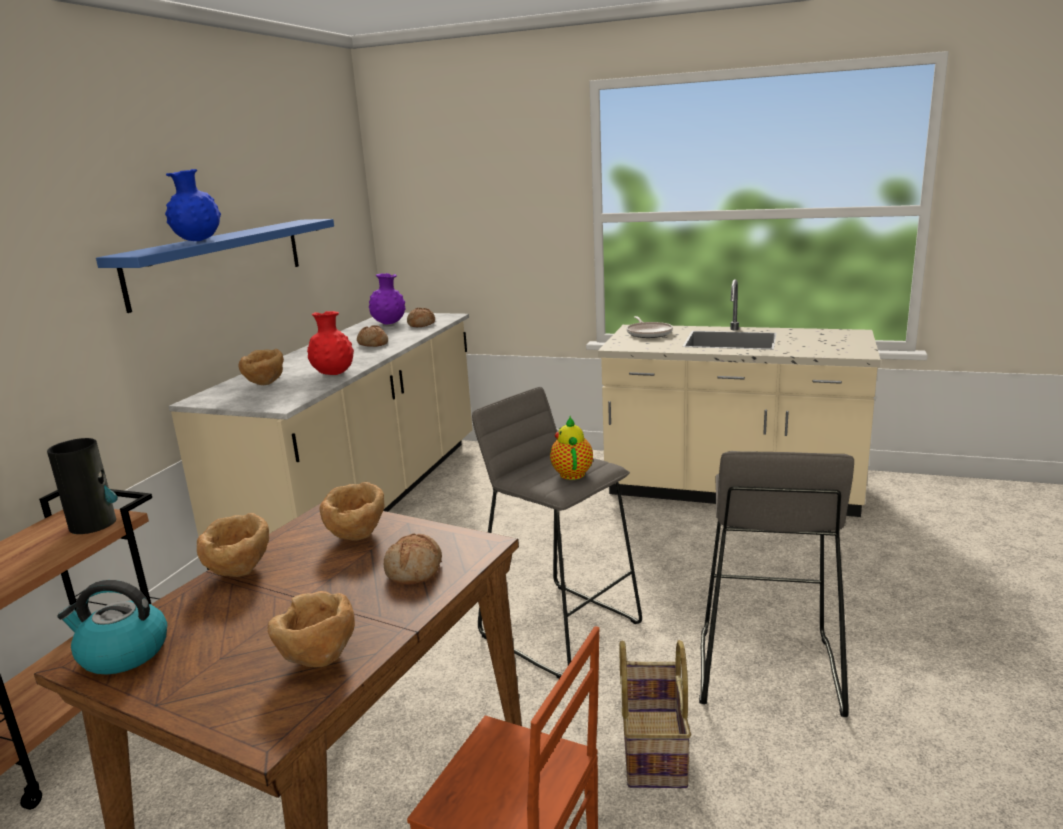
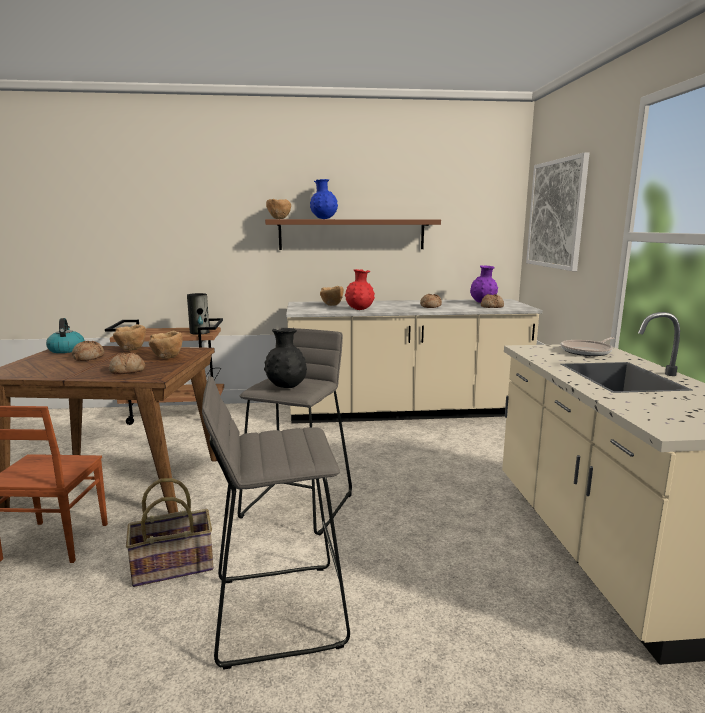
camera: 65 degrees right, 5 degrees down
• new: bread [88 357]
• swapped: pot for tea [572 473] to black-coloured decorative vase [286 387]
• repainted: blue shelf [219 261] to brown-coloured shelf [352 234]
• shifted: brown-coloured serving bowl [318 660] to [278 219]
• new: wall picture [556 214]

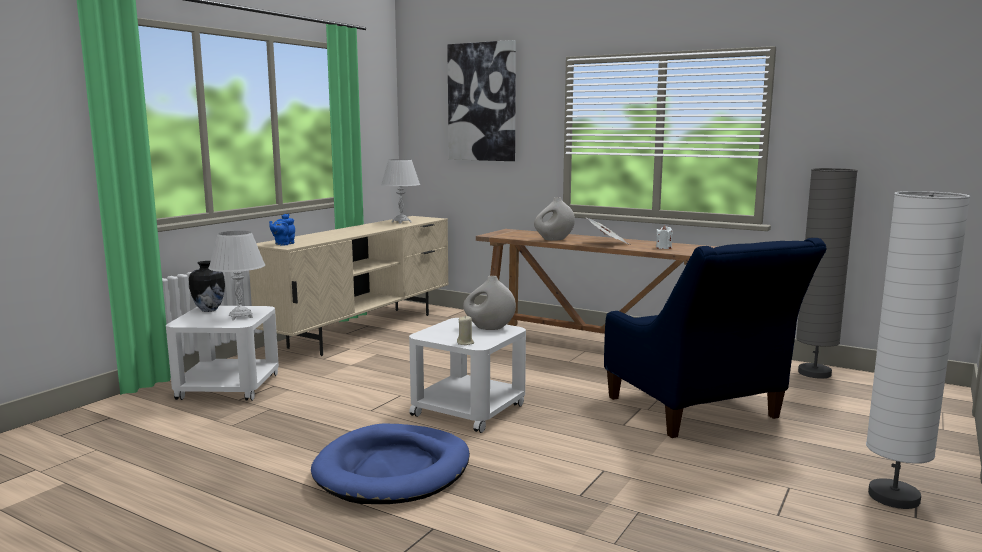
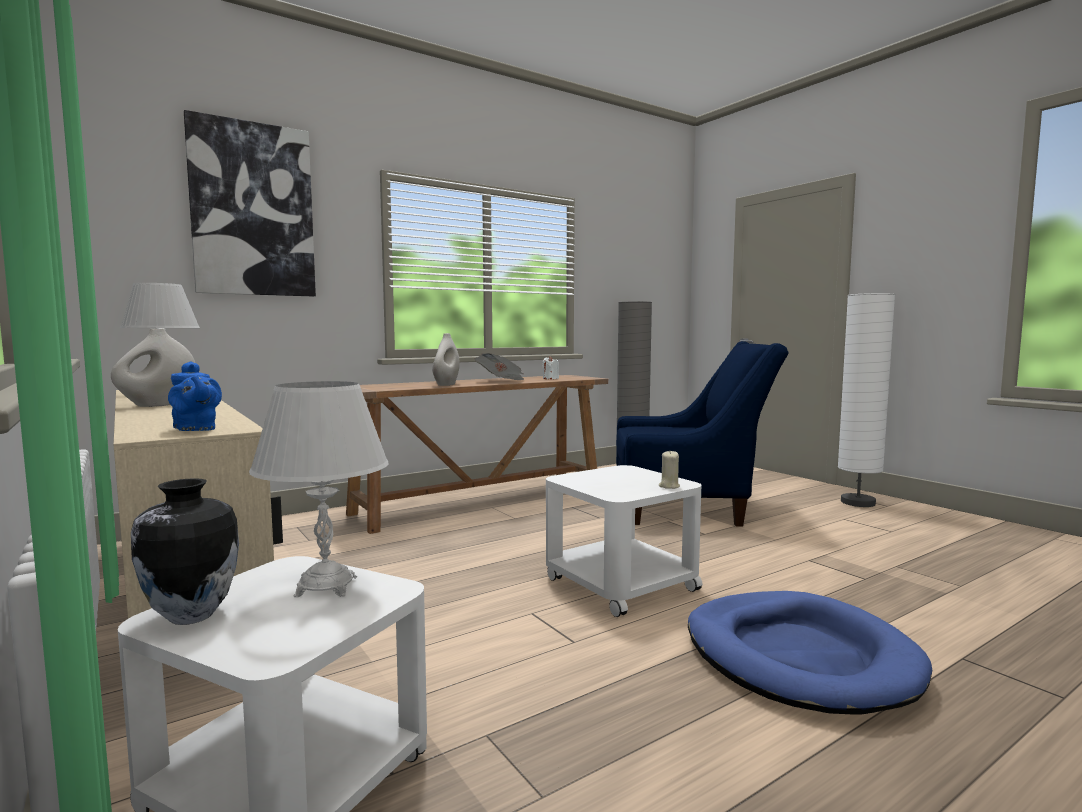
camera: 65 degrees left, 5 degrees down
• shifted: white-coloured decorative vase [489 328] to [157 405]

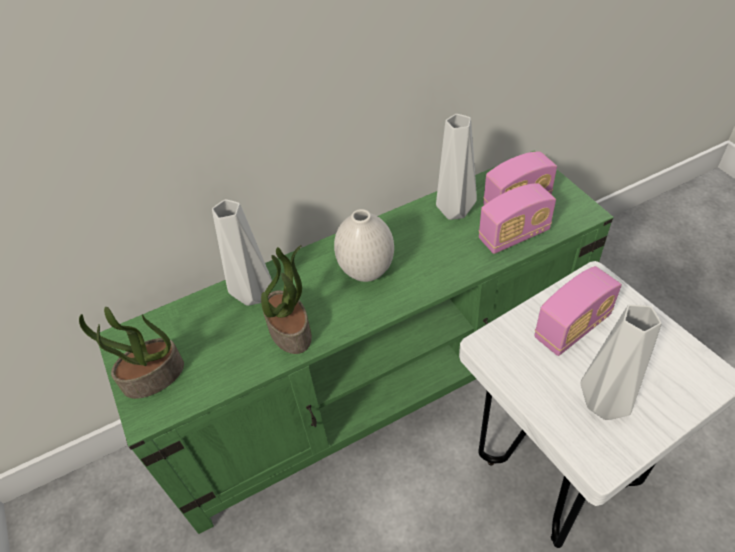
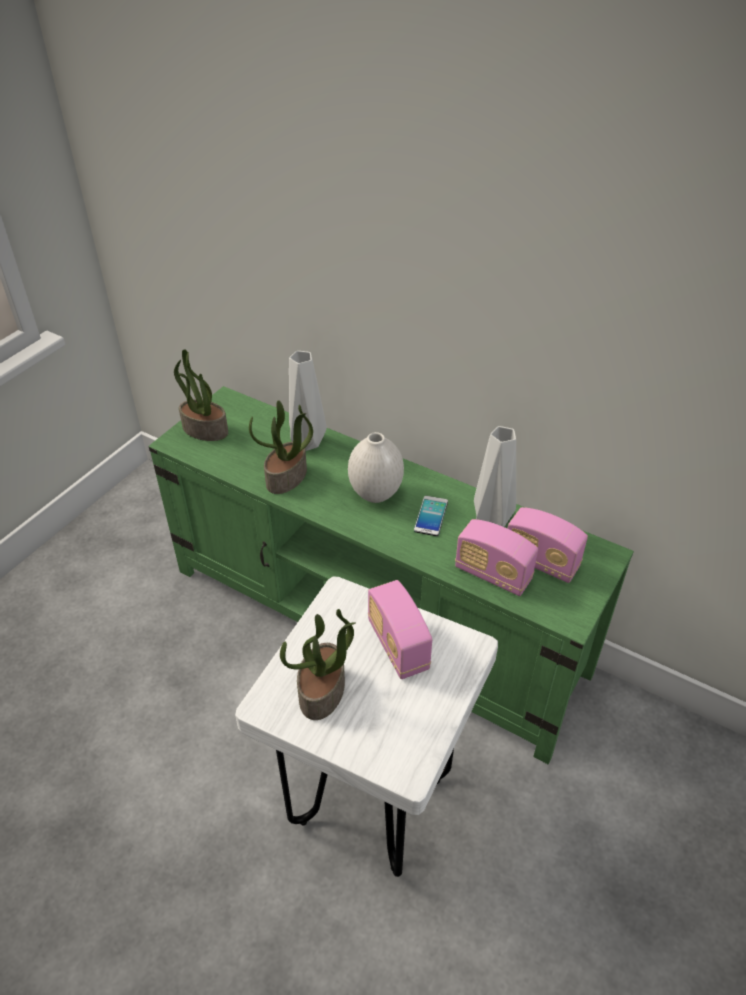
camera: 55 degrees right, 5 degrees down
• swapped: greyish decorative vase [602 406] to potted plant [323 691]
• rotated: radio set [572 327] = [398 645] 45 degrees clockwise
• new: handset [431 516]

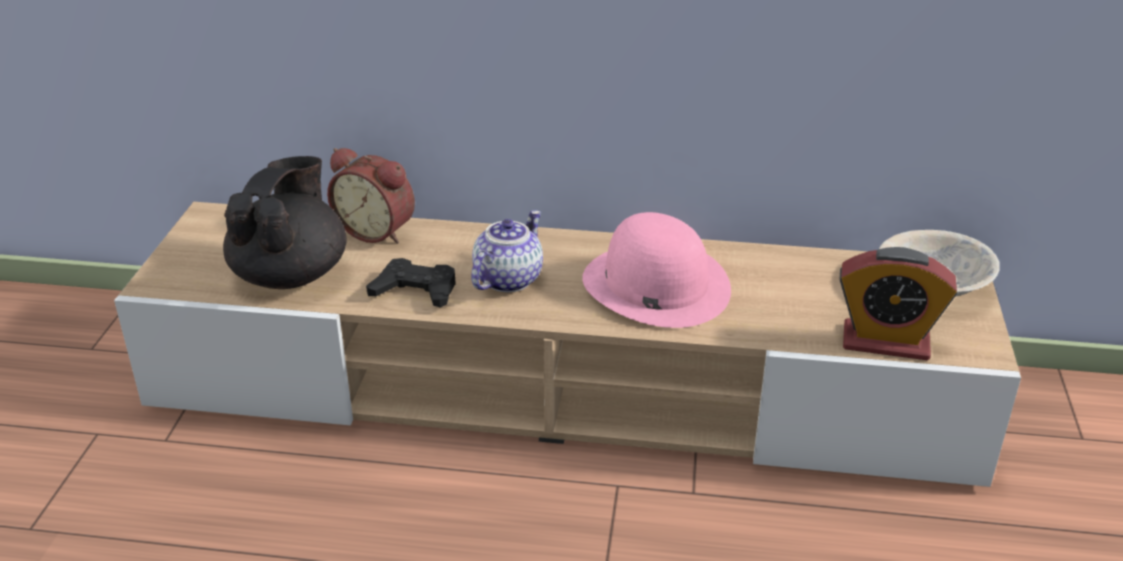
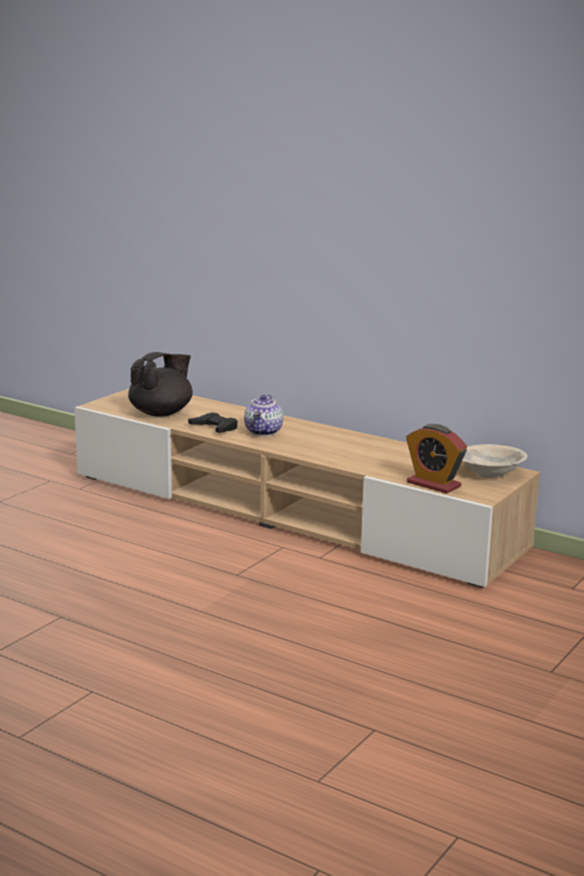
camera: 25 degrees right, 15 degrees down
• rotated: pot for tea [507 279] = [264 432] 135 degrees clockwise
• gone: bedside clock [377 230]
• gone: pinkish hat [655 284]

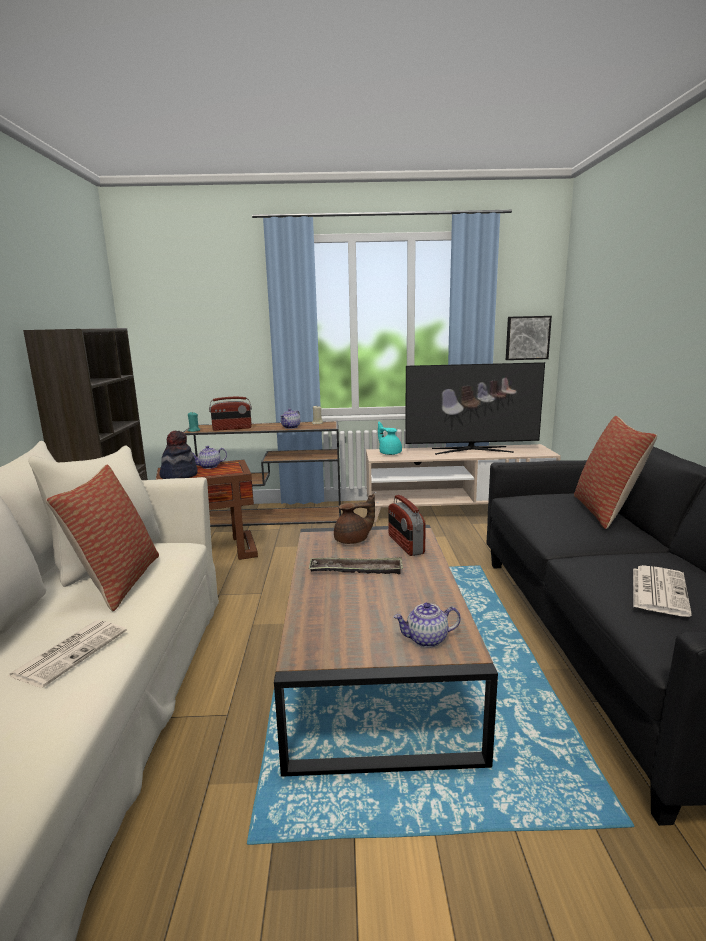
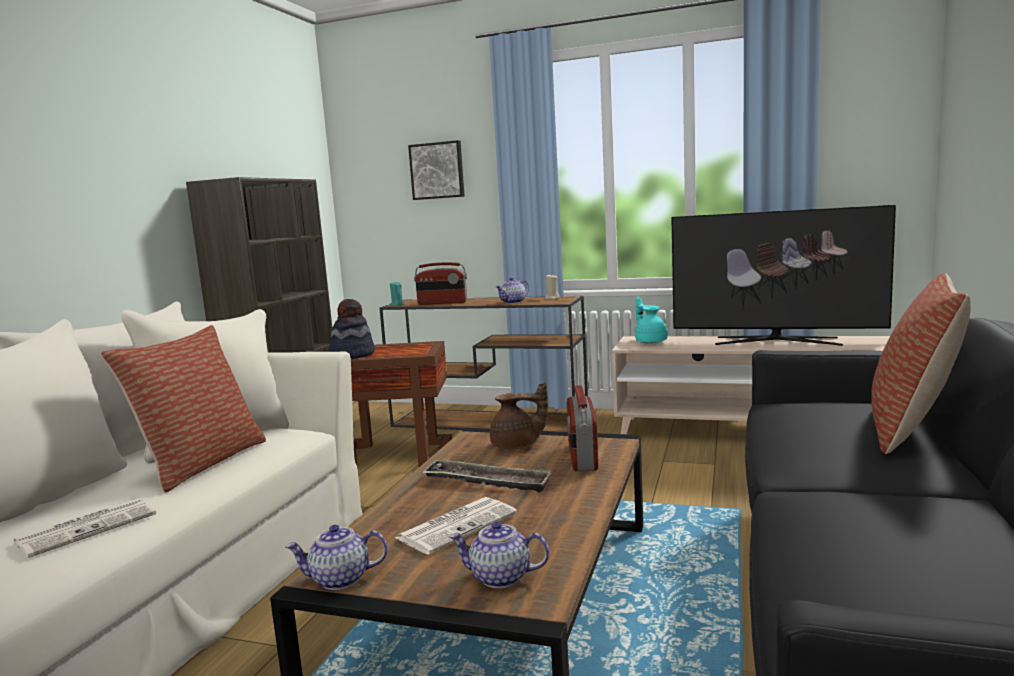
camera: 20 degrees right, 5 degrees down
• shifted: pot for tea [209 466] to [339 580]
• shifted: printed paper [658 590] to [457 525]
• shifted: wall picture [527 338] to [437 170]

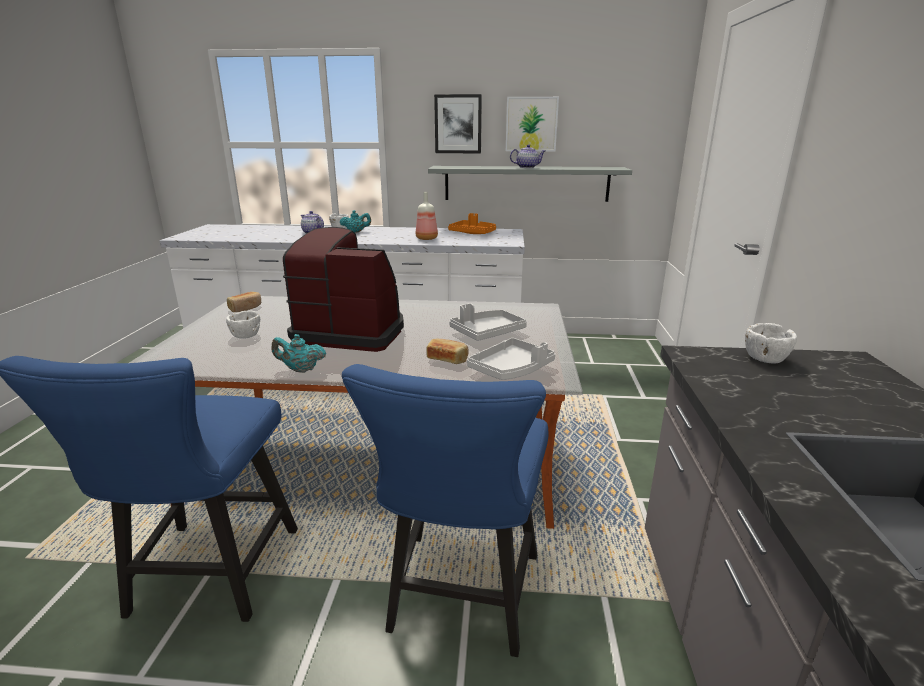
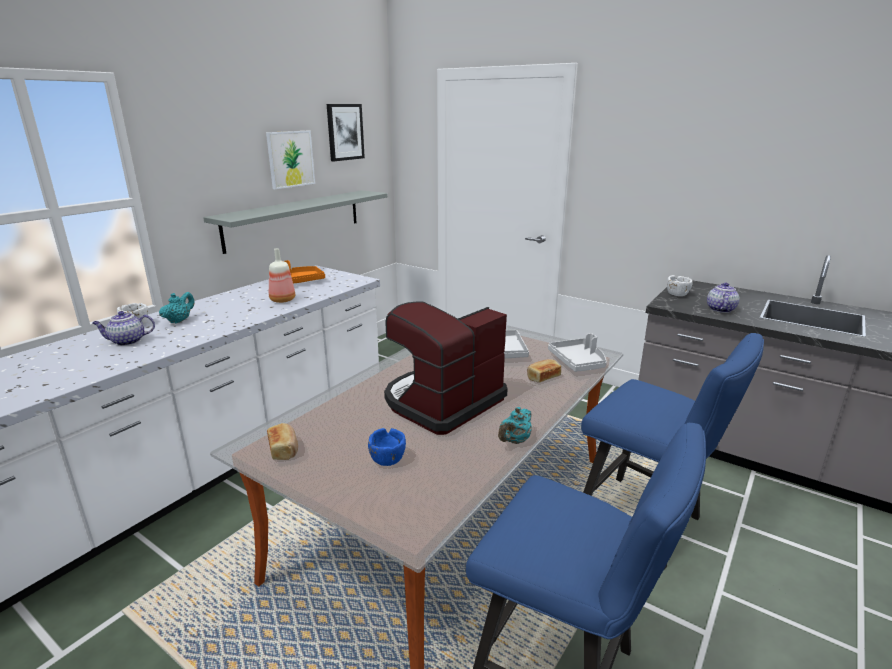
camera: 60 degrees left, 0 degrees up
• shifted: wall picture [458 124] to [345 132]
• repainted: white-coloured serving bowl [245 335] to blue serving bowl [387 460]
• shifted: pot for tea [527 167] to [720 309]

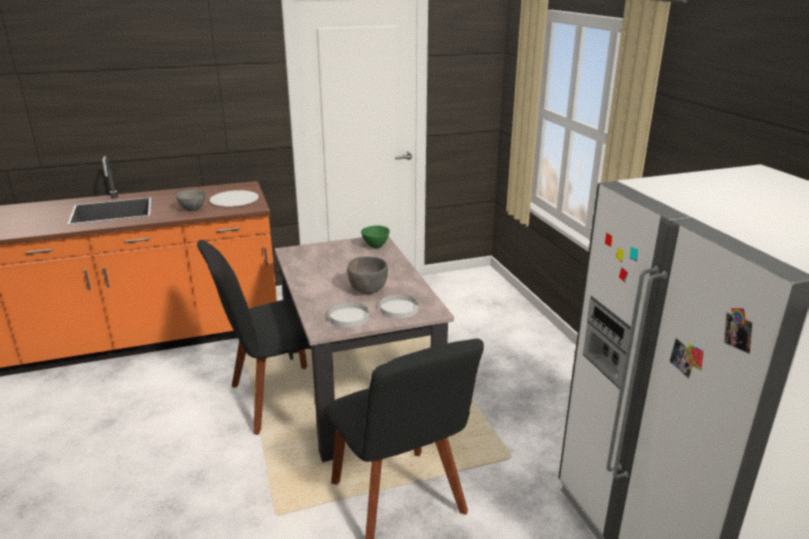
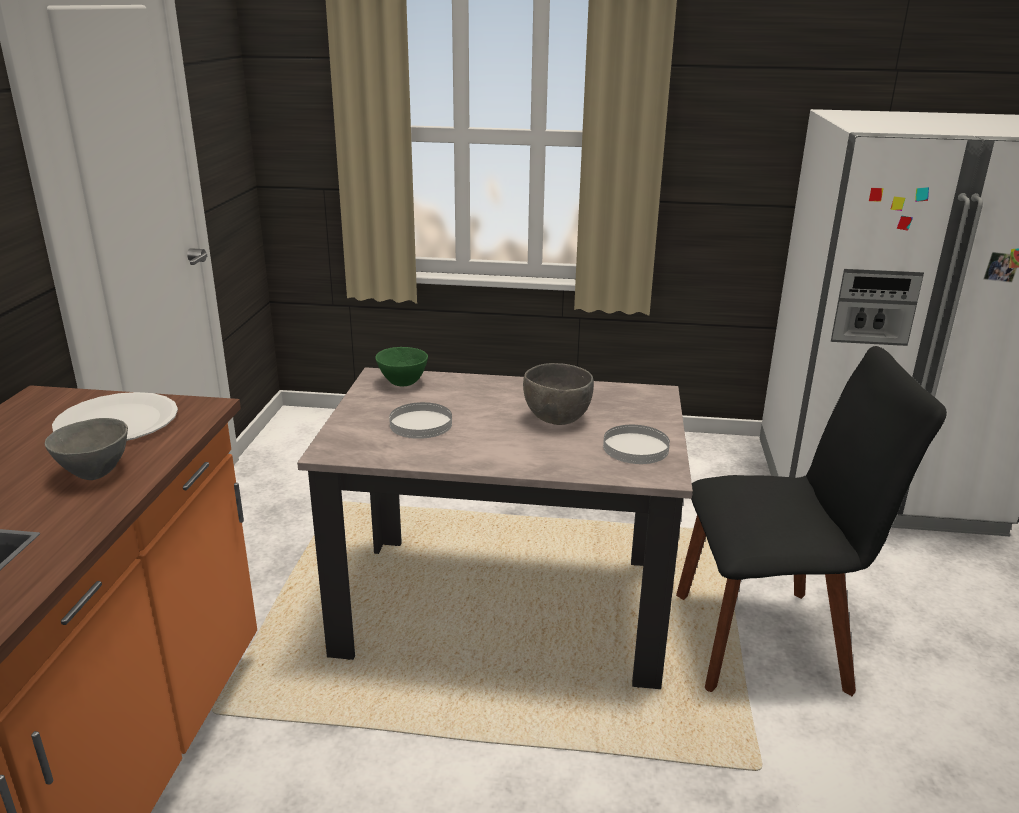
camera: 65 degrees left, 0 degrees up
• shifted: white-coloured flat dish [398 309] to [421 424]
• gone: black-coloured plain chair [276 399]

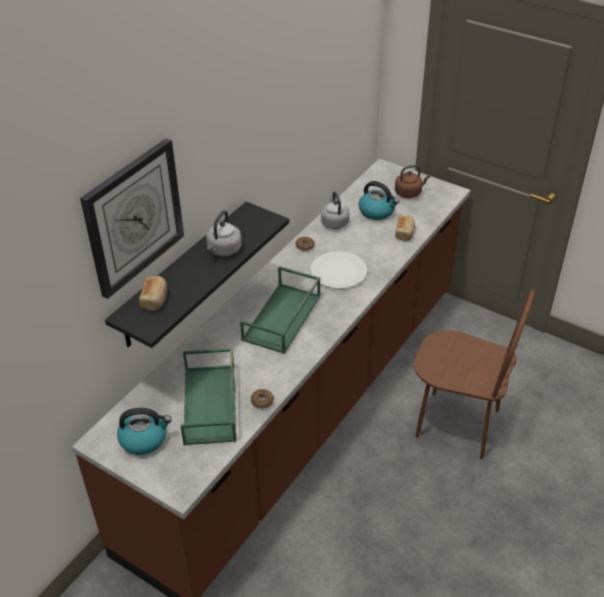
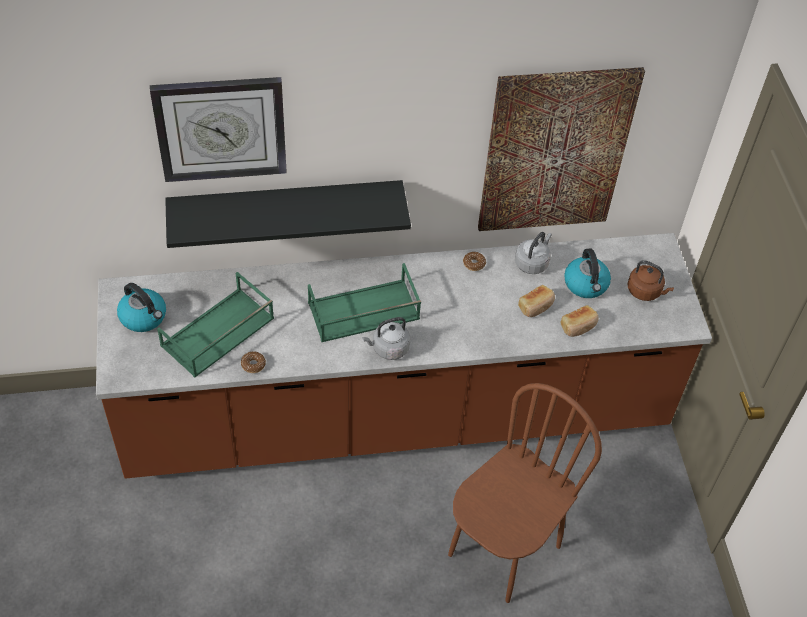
camera: 45 degrees right, 10 degrees up
• shifted: greyish tea kettle [223 250] to [388 348]
• rotated: brown-coloured plain chair [457 424] = [503 550] 120 degrees counterclockwise
• new: wall picture [555 151]
• shifted: bread [155 299] to [536 306]
• gone: white-coloured flat dish [338 272]

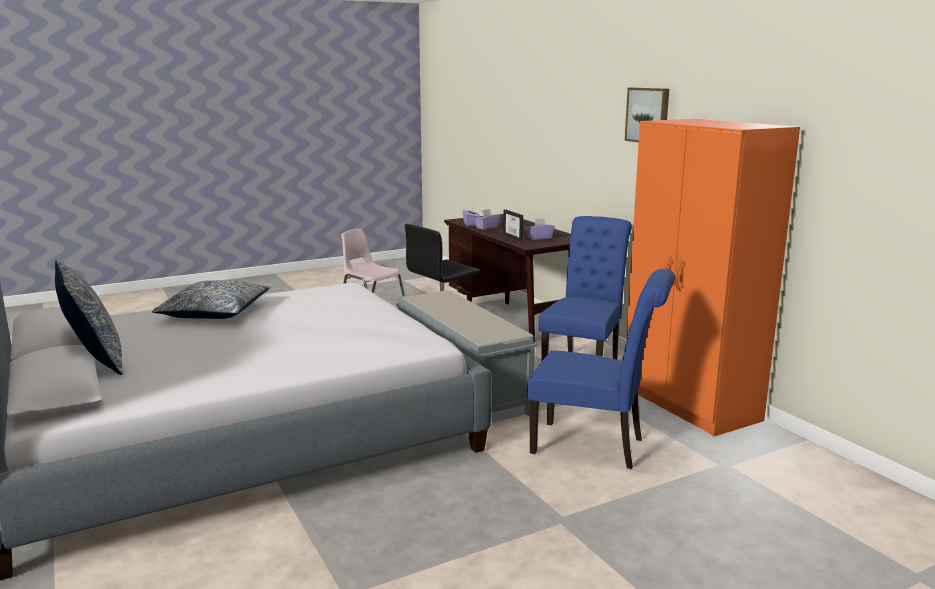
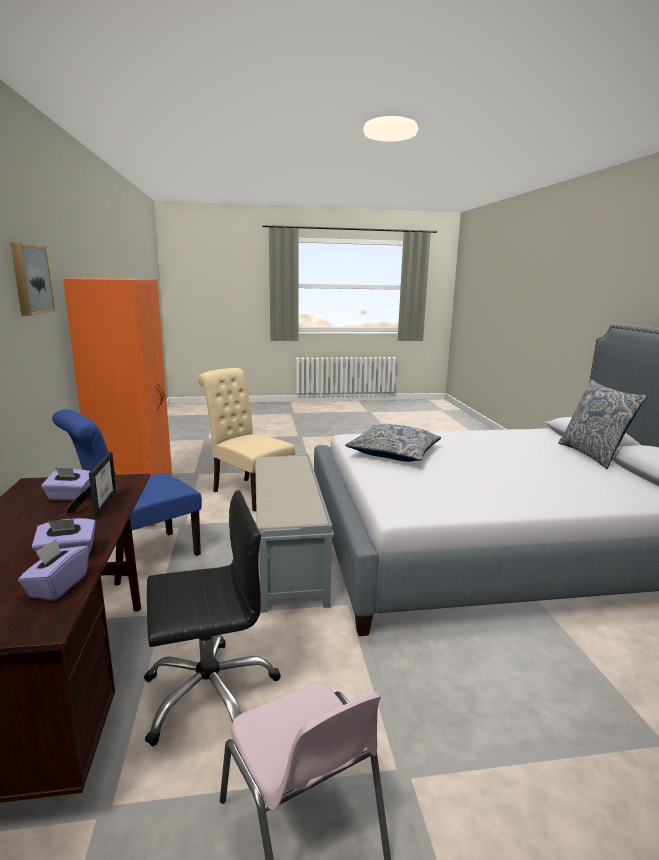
camera: 160 degrees left, 0 degrees up
• repainted: blue plain chair [595 446] to sand-coloured plain chair [247 492]
• shifted: cushion [214 312] to [394 452]

